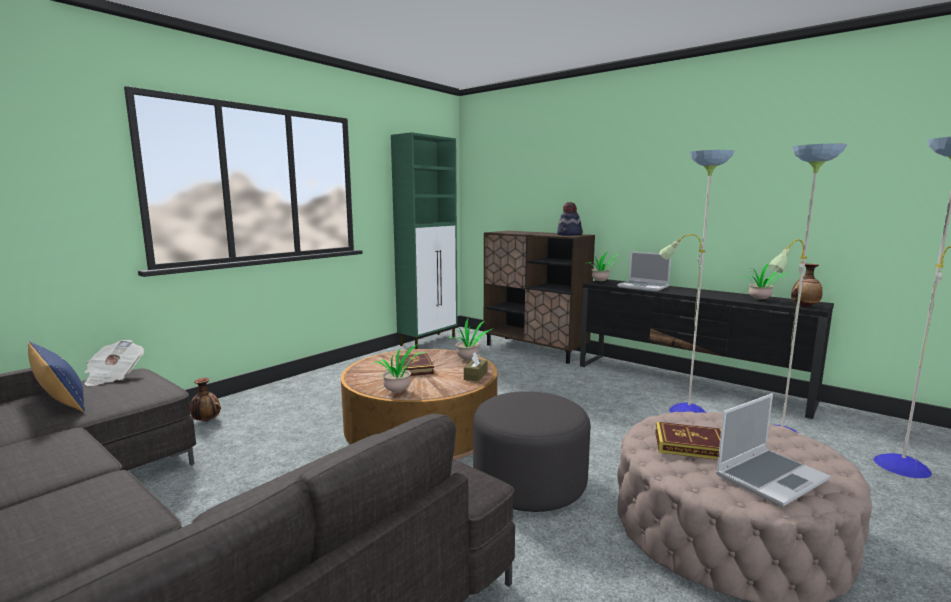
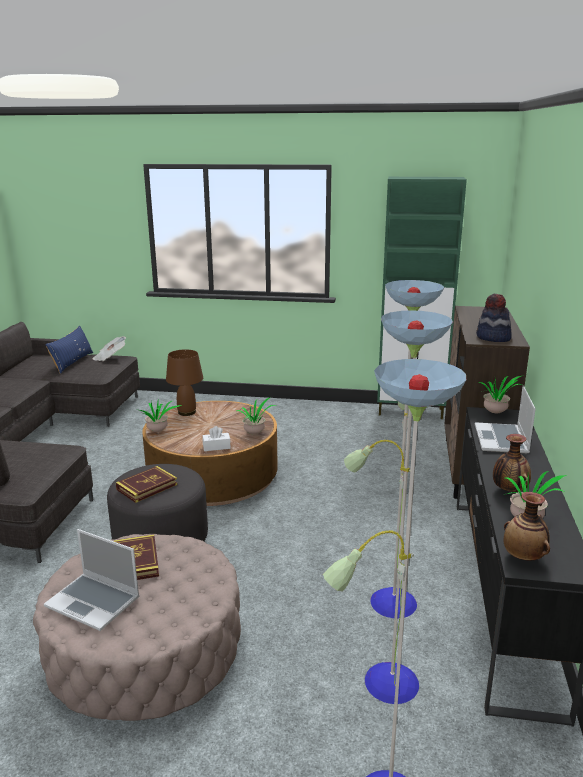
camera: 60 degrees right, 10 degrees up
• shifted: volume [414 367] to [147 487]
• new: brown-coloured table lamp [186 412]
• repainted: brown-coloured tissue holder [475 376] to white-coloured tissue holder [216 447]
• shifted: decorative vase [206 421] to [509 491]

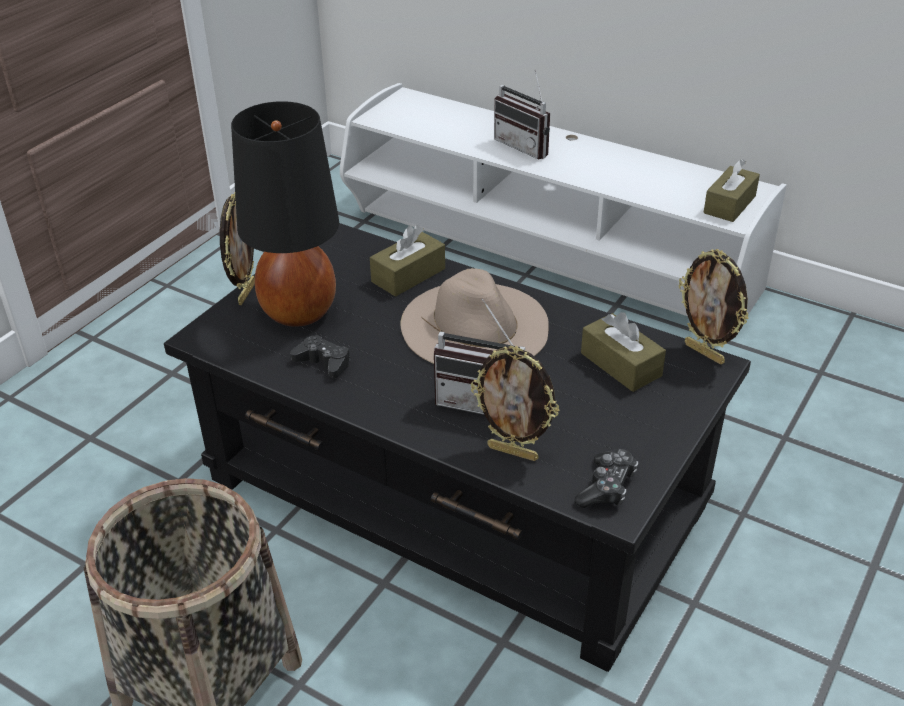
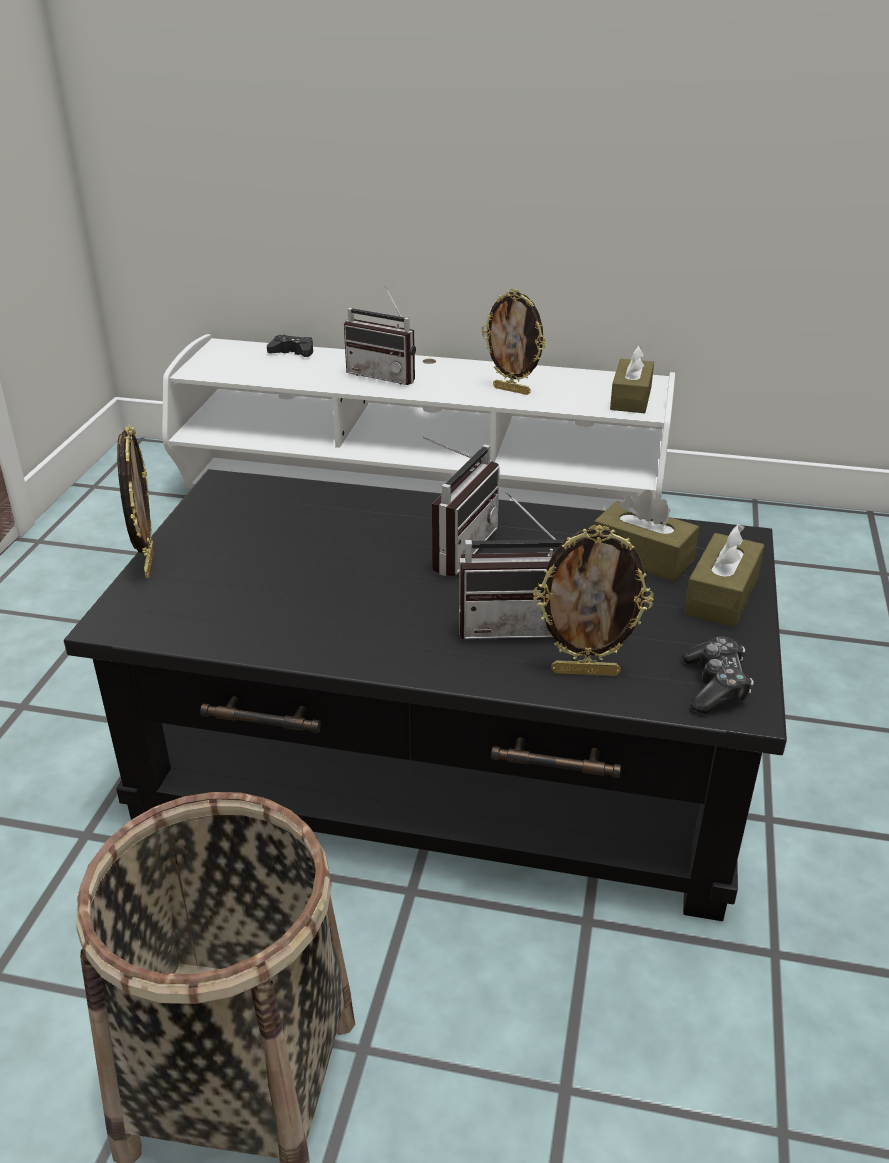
camera: 20 degrees left, 5 degrees down
• shifted: black-coloured game controller [323 362] to [292 352]
• swapped: sand-coloured hat [475 325] to radio set [454 547]
• shifted: standing frame [705 353] to [512 390]
• shifted: brown-coloured tissue holder [408 275] to [721 596]
• gone: black-coloured table lamp [297 312]

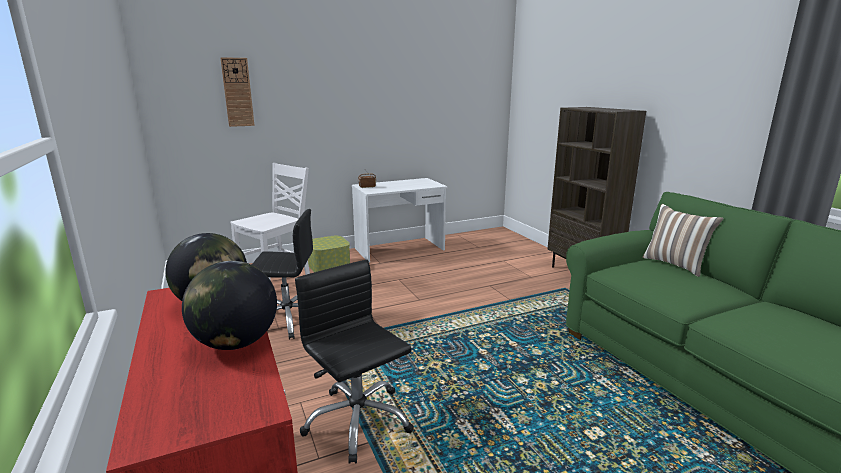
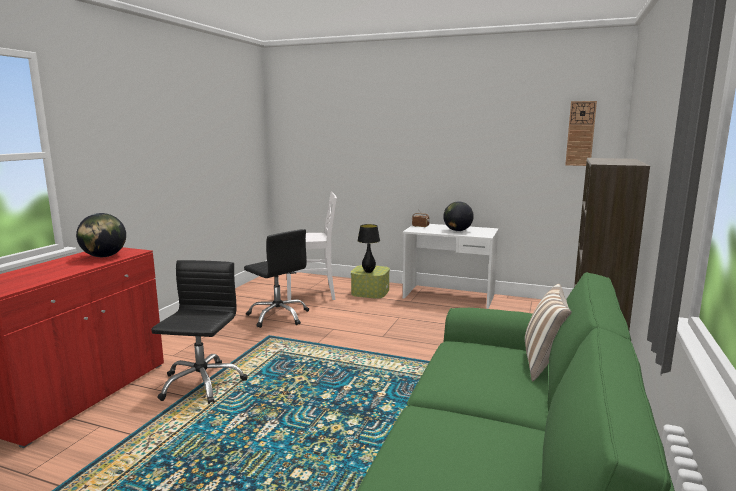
camera: 45 degrees right, 5 degrees down
• new: black-coloured table lamp [368 272]
• shifted: world globe [236 343] to [457 230]
• shifted: hanging clock [237 92] to [580 133]

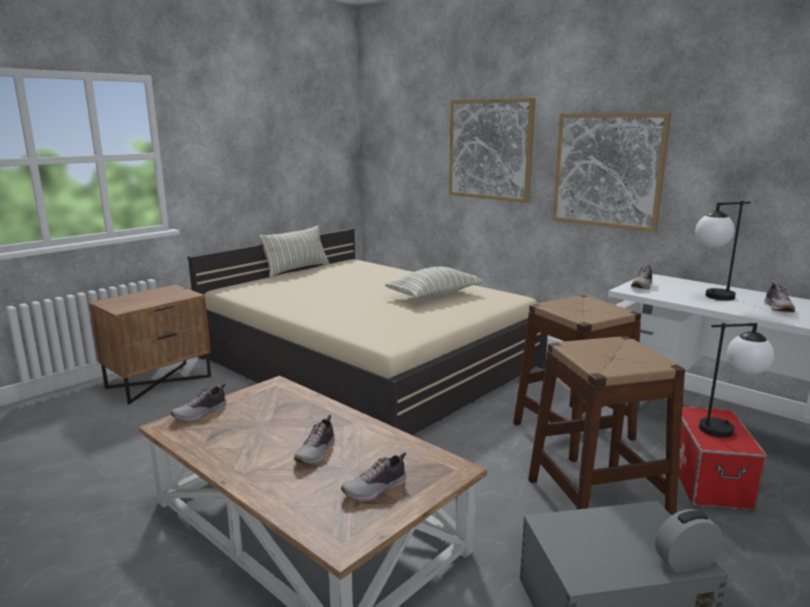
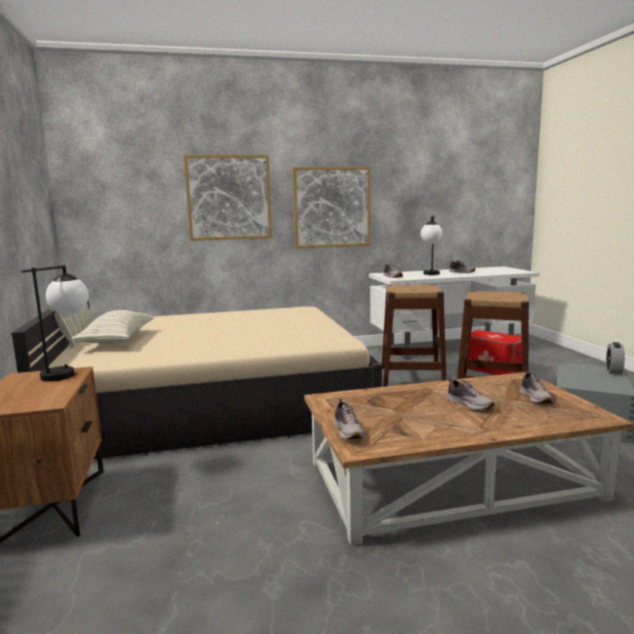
camera: 55 degrees left, 5 degrees down
• shifted: table lamp [728 429] to [69 372]
• shifted: cushion [434 296] to [117 341]

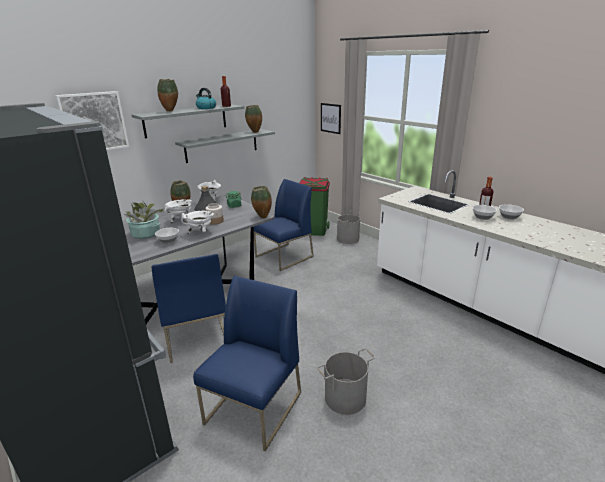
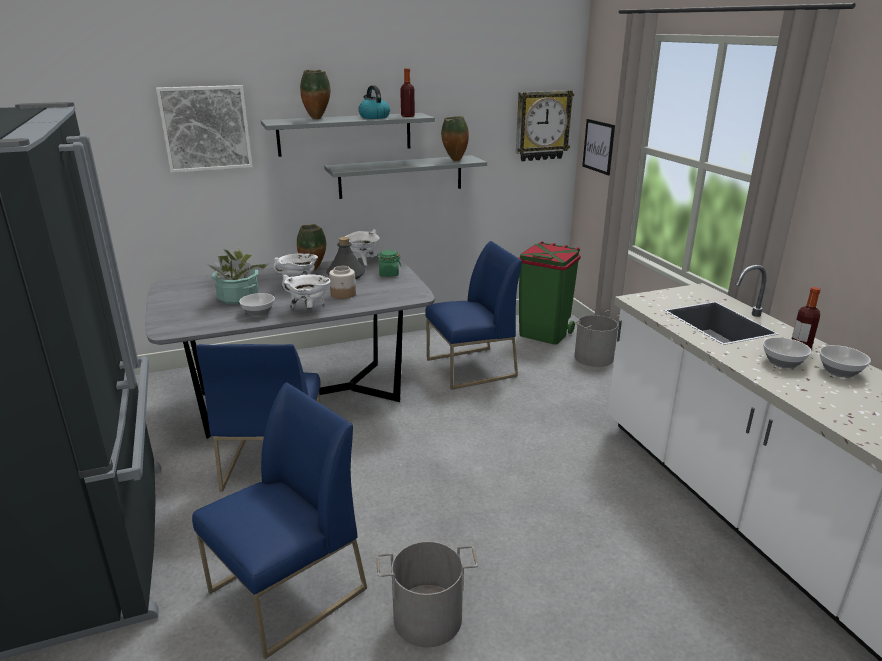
camera: 20 degrees right, 0 degrees up
• new: hanging clock [542 125]
• gone: decorative vase [262 217]

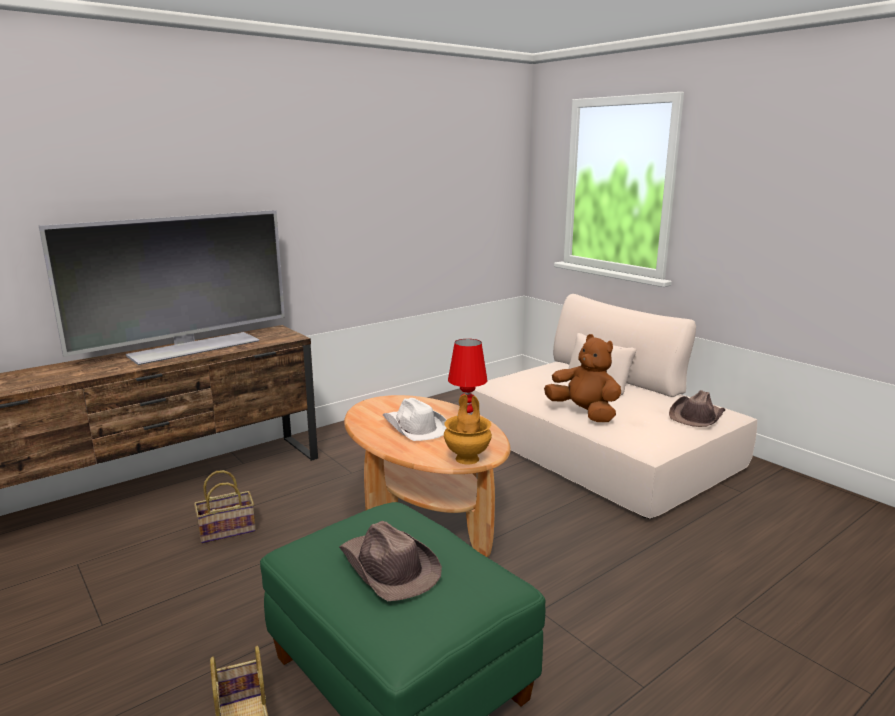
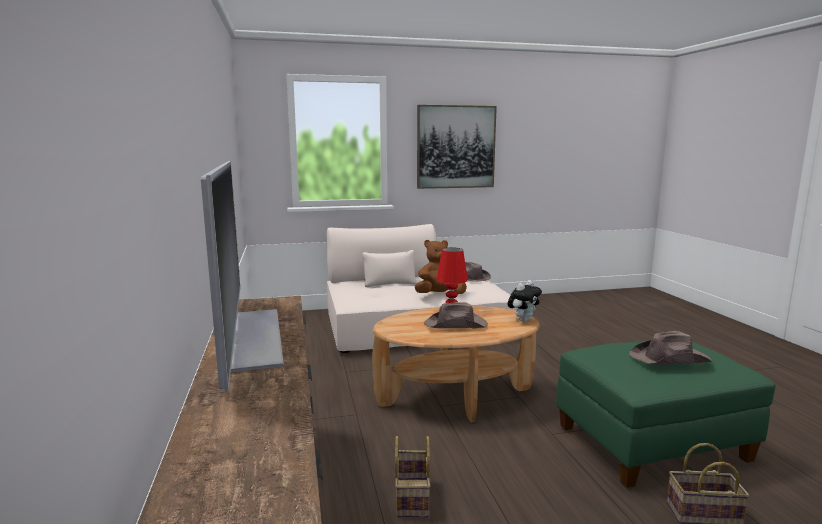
camera: 65 degrees left, 5 degrees down
• new: wall picture [456 147]
• repainted: white-coloured hat [414 427] to brown-coloured hat [456 325]
• swapped: brown-coloured decorative vase [468 459] to cuddly toy [523 320]

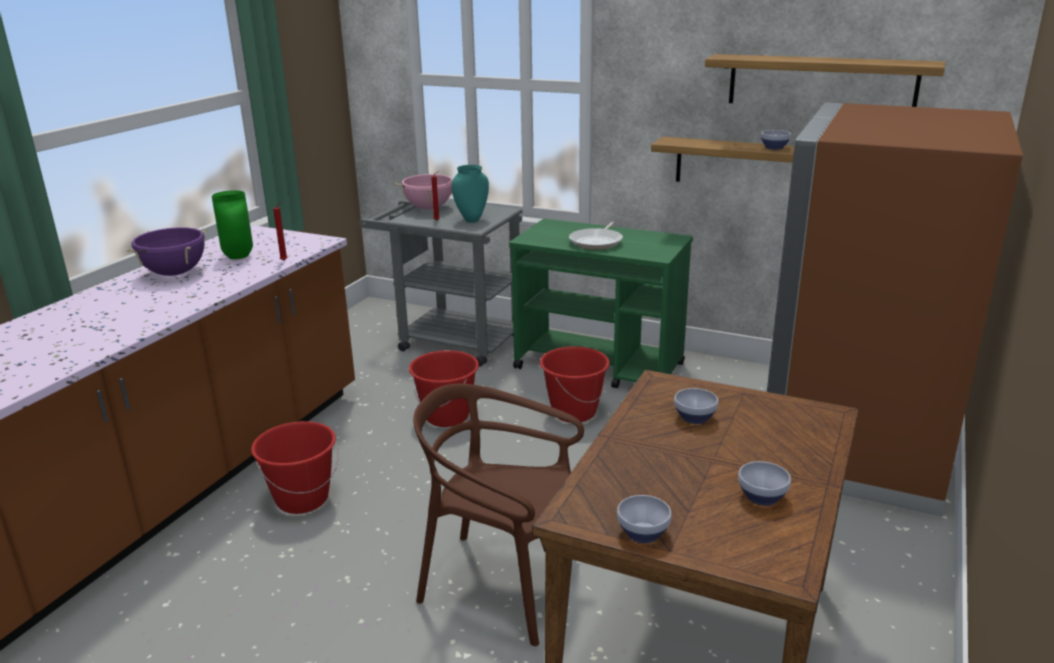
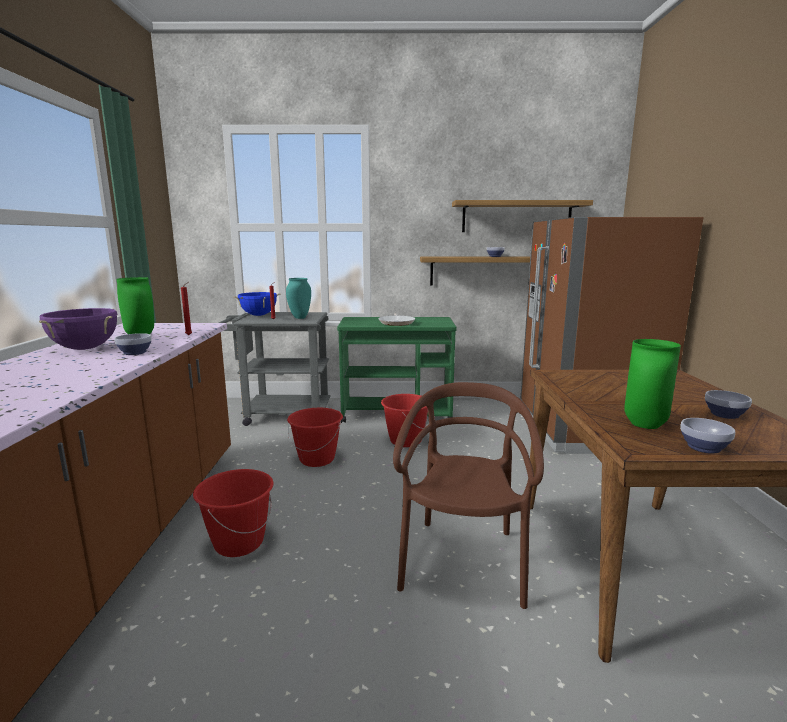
camera: 25 degrees left, 10 degrees down
• shifted: serving bowl [696 418] to [136 353]
• repainted: pinkish cooking pot [429 208] to blue cooking pot [259 315]
• rotated: brown-coloured plain chair [501 583] = [463 562] 105 degrees clockwise
• new: green-coloured decorative vase [643 425]

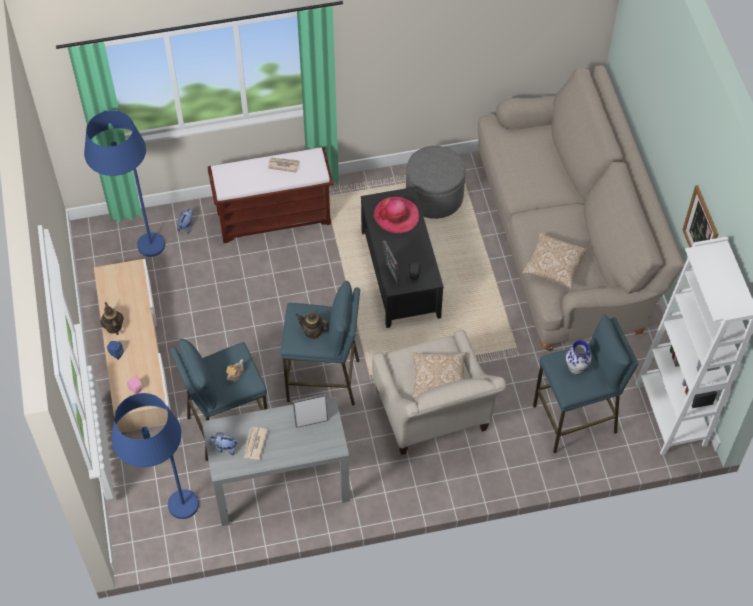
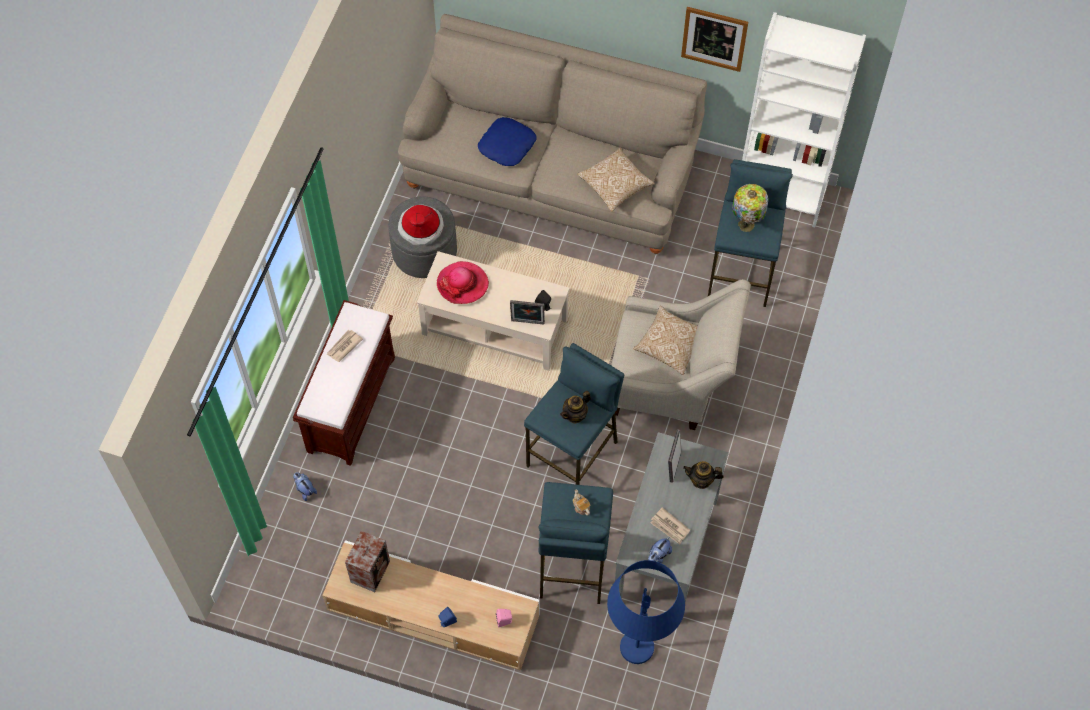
camera: 60 degrees left, 5 degrees up
• new: loudspeaker [371 570]
• new: hat [421 227]
• repainted: black-coloured coffee table [400 274] to sand-coloured coffee table [495 327]
• new: blue cushion [506 145]
• shifted: pot for tea [113 327] to [701 480]
• swapped: decorative vase [576 368] to table lamp [747 224]
• gone: blue standing lamp [136 242]

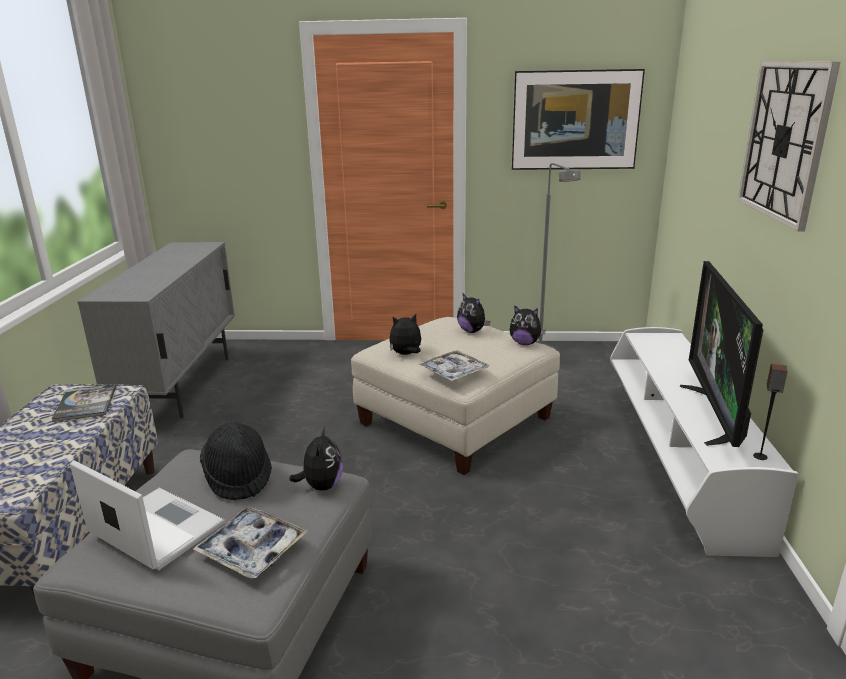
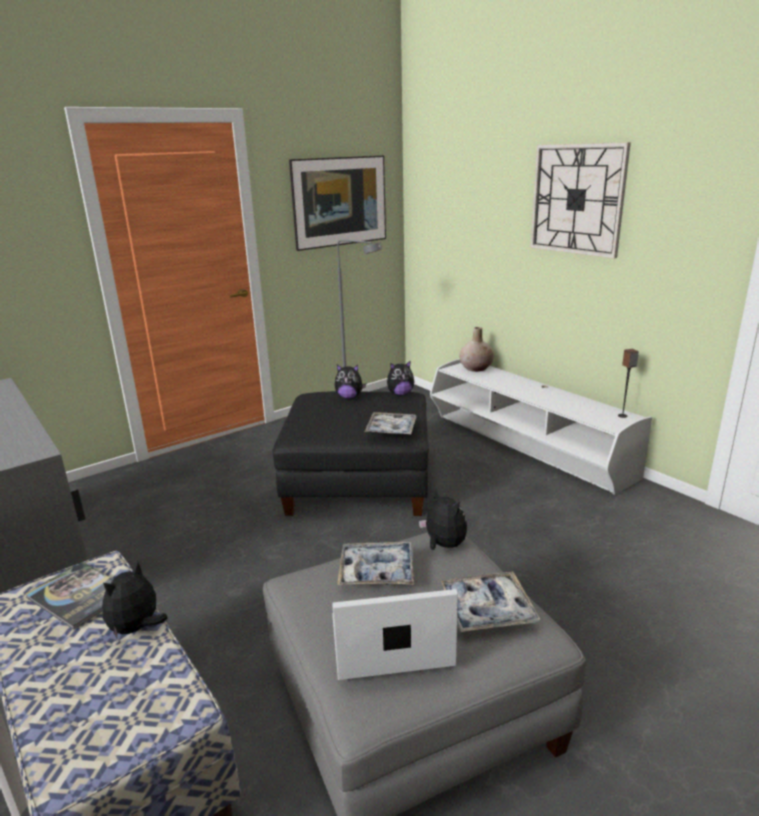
camera: 40 degrees left, 0 degrees up
• shifted: cuddly toy [406 354] to [137 628]
• repainted: sand-coloured pouffe [456 420] to black-coloured pouffe [358 481]
• swapped: black-coloured hat [238 477] to carrying tray [377 571]
• new: sand-coloured decorative vase [476 368]
• gone: television [716 415]

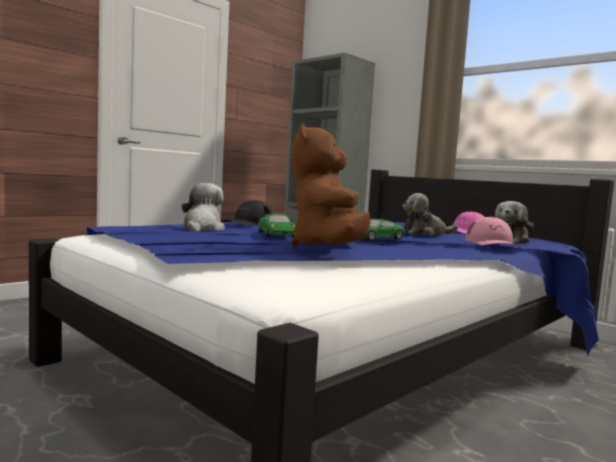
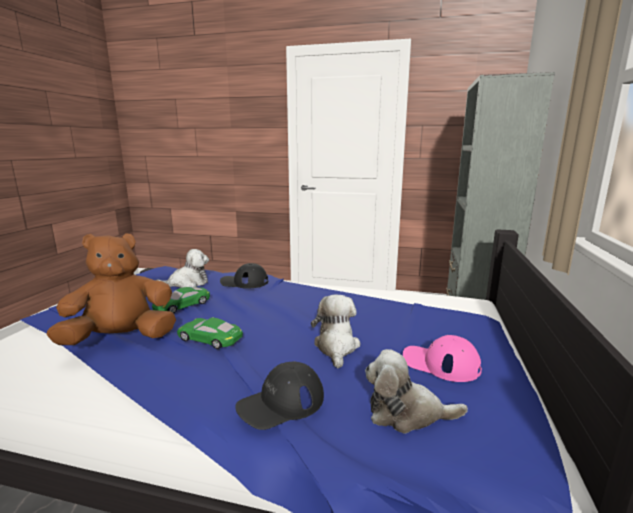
camera: 60 degrees right, 10 degrees up
• repainted: pinkish baseball cap [492 243] to black-coloured baseball cap [281 403]
• rotated: cuddly toy [425 233] = [336 347] 45 degrees clockwise

